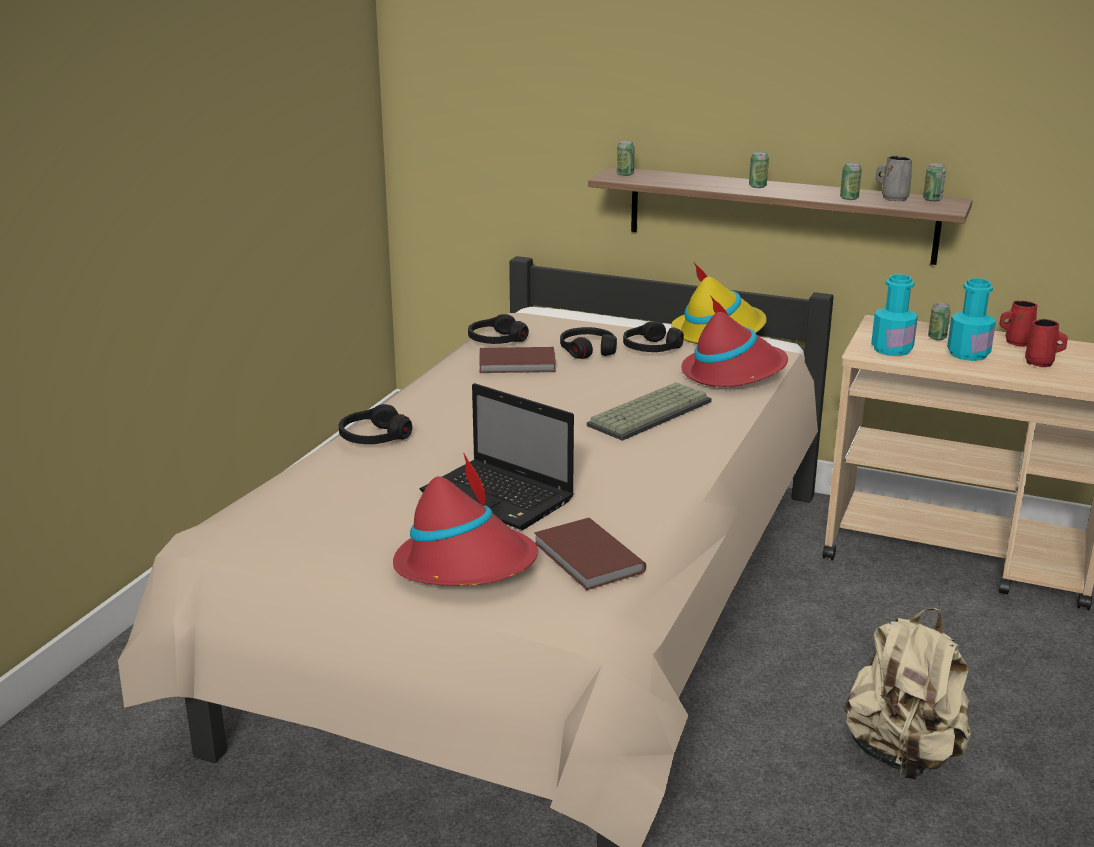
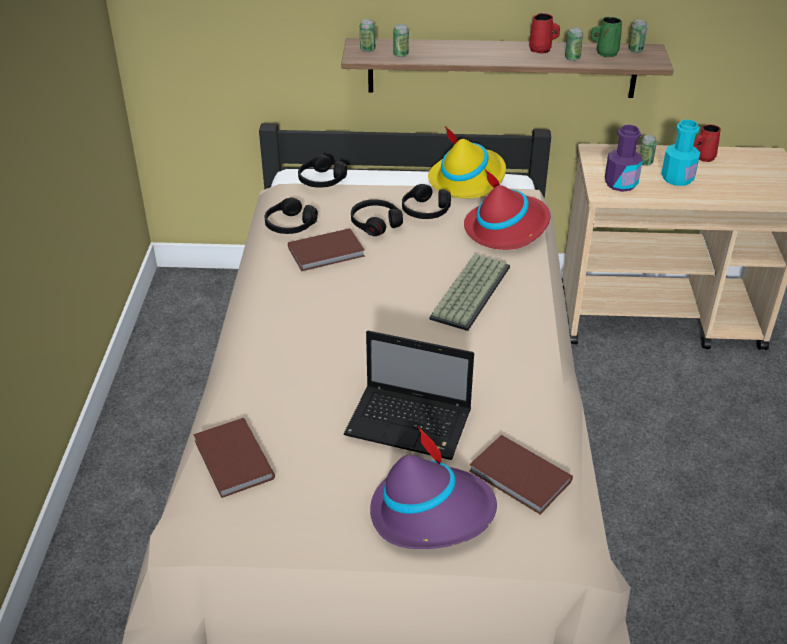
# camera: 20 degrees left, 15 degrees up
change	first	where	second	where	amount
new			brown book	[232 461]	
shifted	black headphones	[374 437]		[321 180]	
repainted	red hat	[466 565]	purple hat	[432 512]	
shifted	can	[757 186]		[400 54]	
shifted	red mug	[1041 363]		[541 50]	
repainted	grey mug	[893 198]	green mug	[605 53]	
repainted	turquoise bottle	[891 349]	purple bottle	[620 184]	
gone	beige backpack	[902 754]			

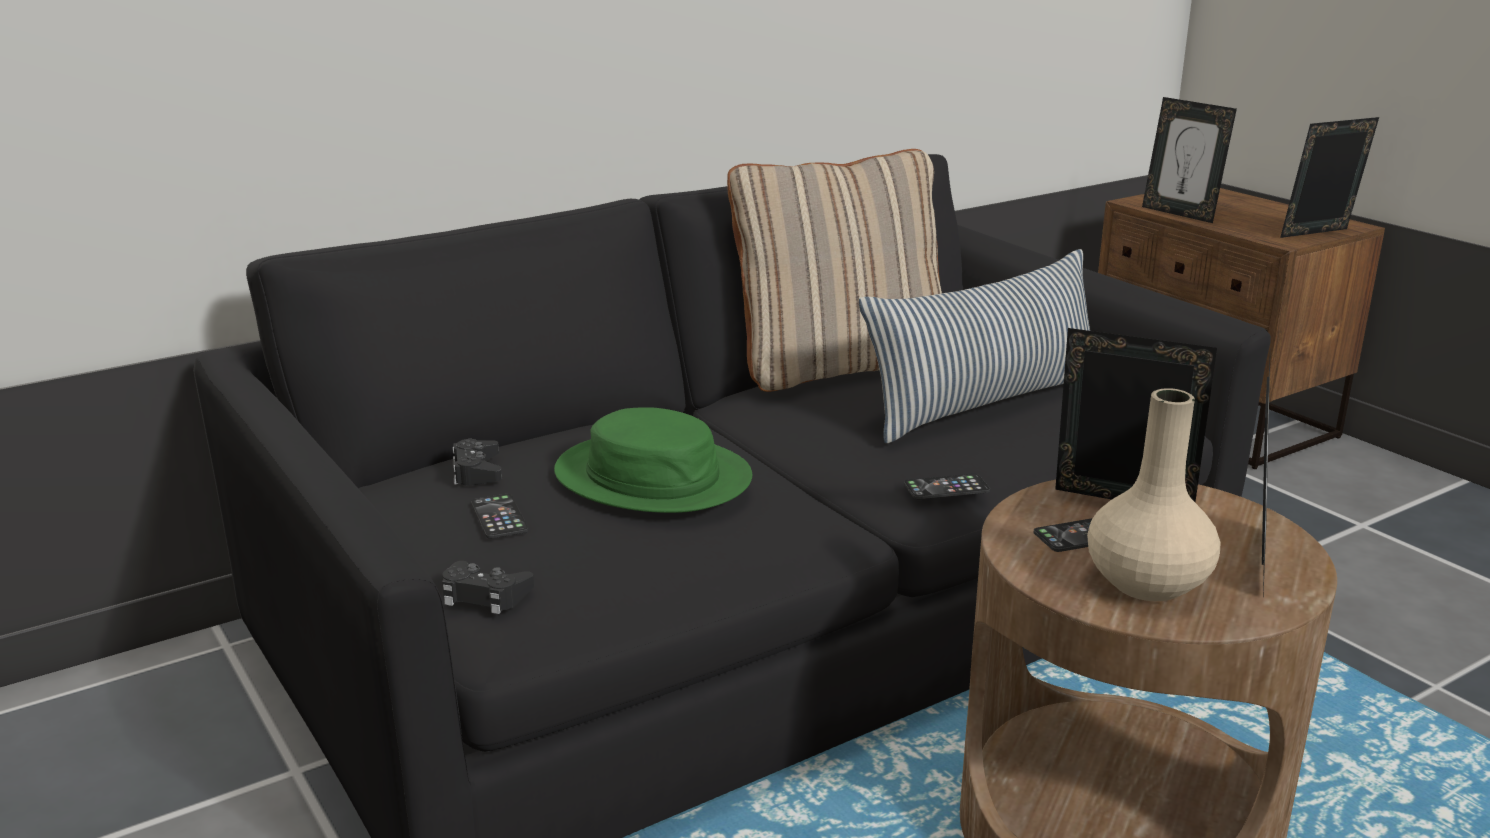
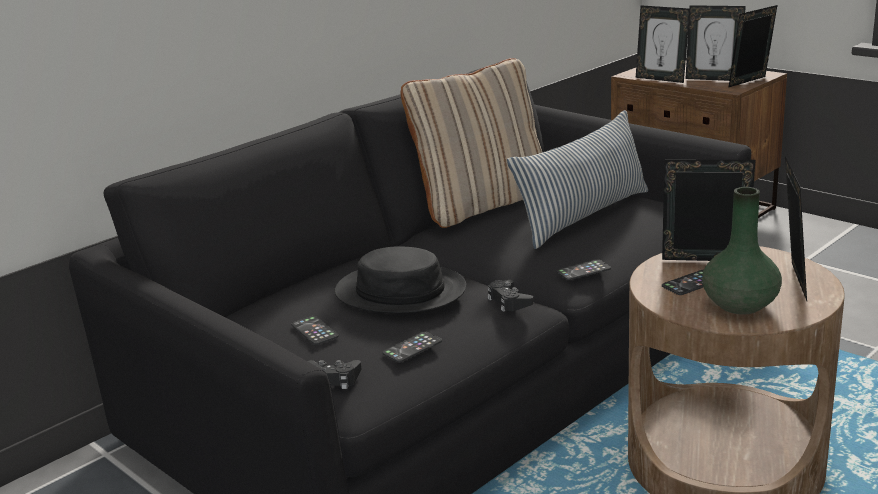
# camera: 10 degrees left, 0 degrees up
change	first	where	second	where	amount
repainted	green hat	[653 477]	black hat	[400 291]	
new			phone	[412 347]	
shifted	black game controller	[477 471]		[509 301]	
new			picture frame	[713 79]	
repainted	beige vase	[1145 584]	green vase	[739 305]	

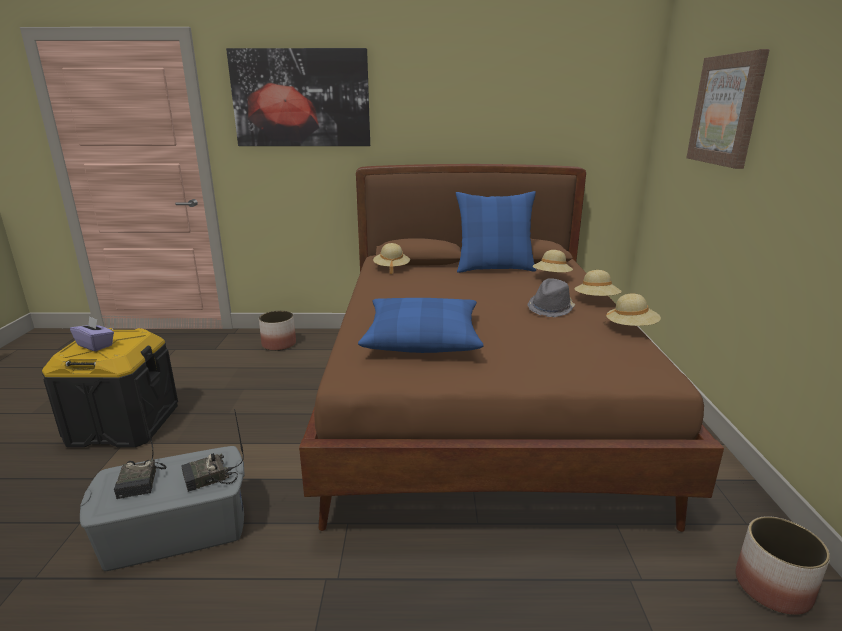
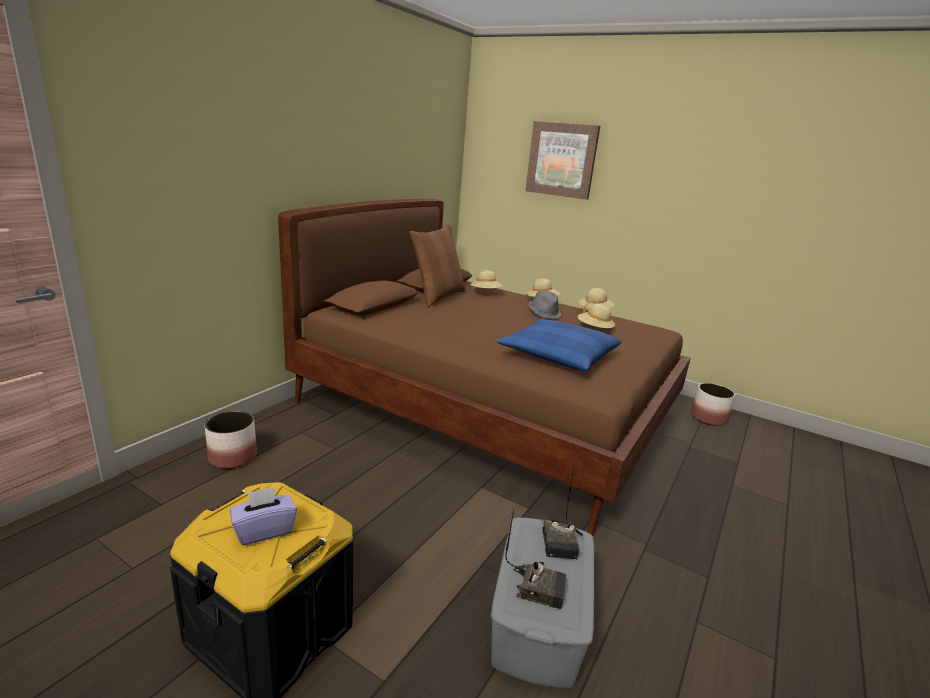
# camera: 60 degrees left, 0 degrees up
change	first	where	second	where	amount
repainted	blue pillow	[494 268]	brown pillow	[438 296]	
shifted	beige hat	[391 268]		[594 329]	
gone	picture	[301 98]			

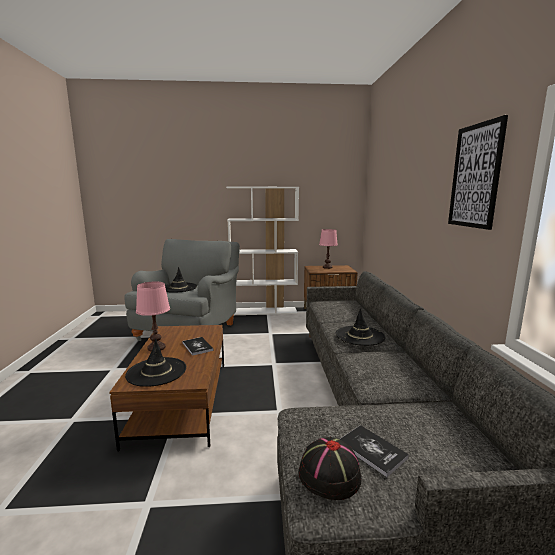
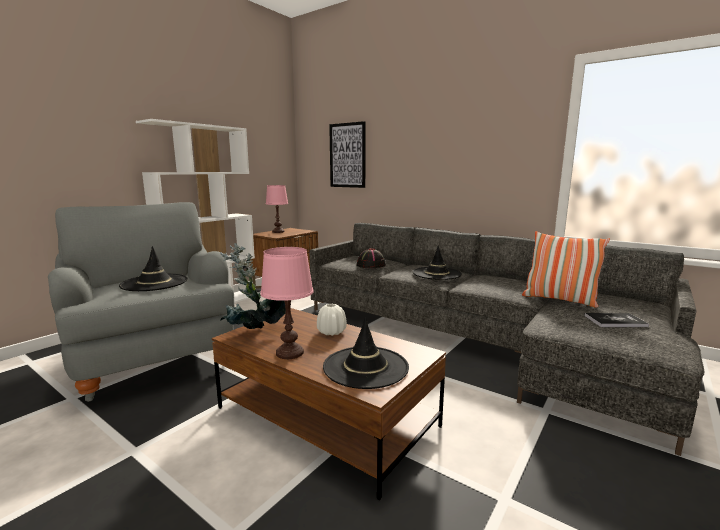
# camera: 50 degrees left, 0 degrees up
change	first	where	second	where	amount
new			potted plant	[256 332]	
swapped	book	[197 346]	white vase	[331 332]	
shifted	picture	[475 176]		[347 155]	
shifted	black hat	[329 474]		[370 265]	
new			pillow	[559 299]	

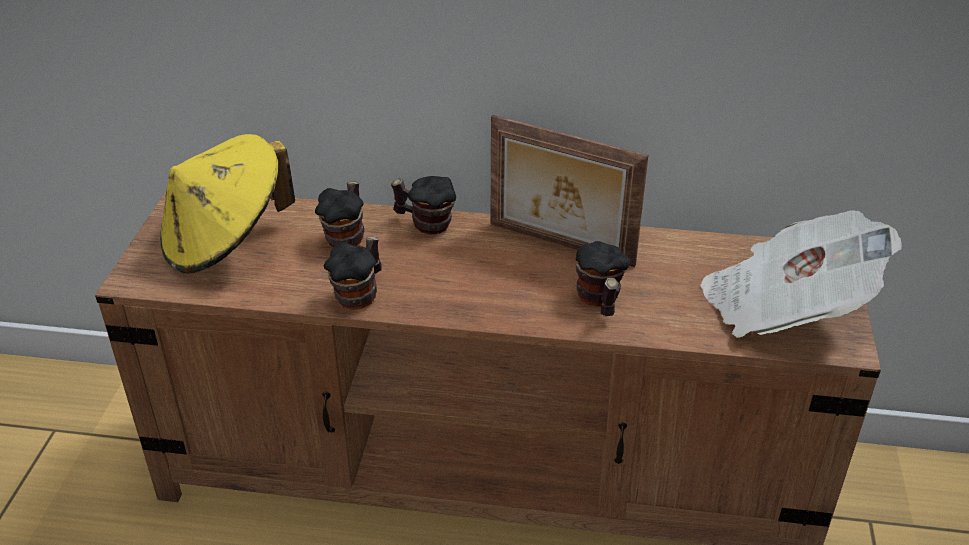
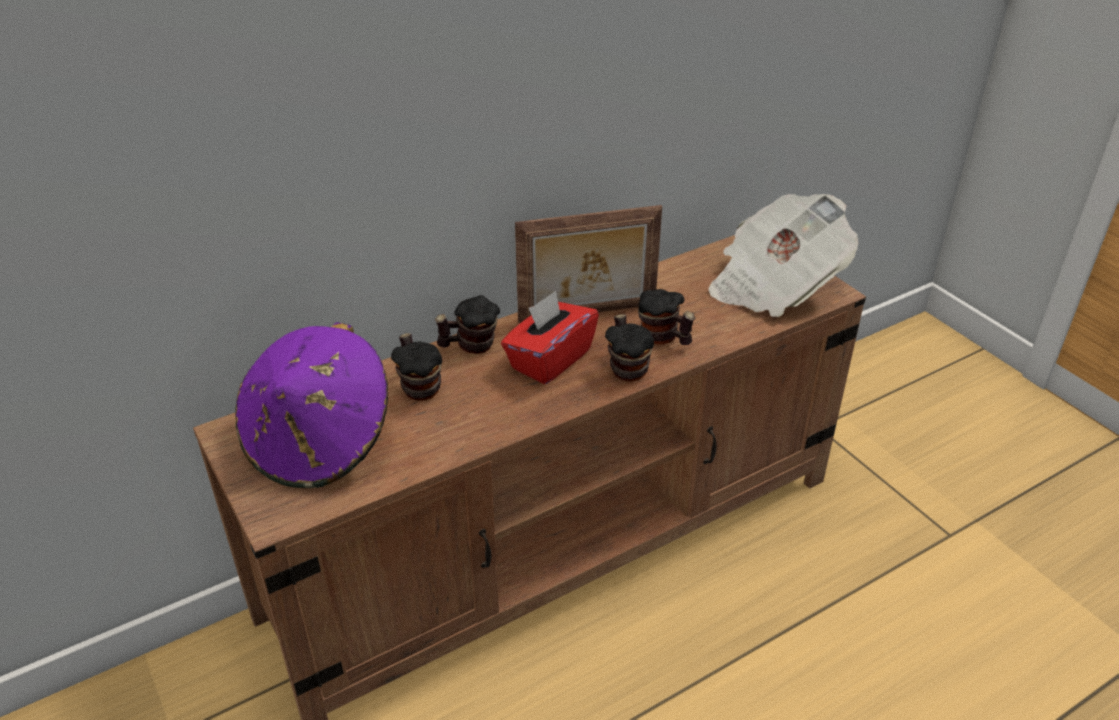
# camera: 40 degrees left, 0 degrees up
change	first	where	second	where	amount
repainted	yellow hat	[226 241]	purple hat	[320 443]	
new			red tissue box	[549 359]	
shifted	mug	[360 294]		[627 367]	

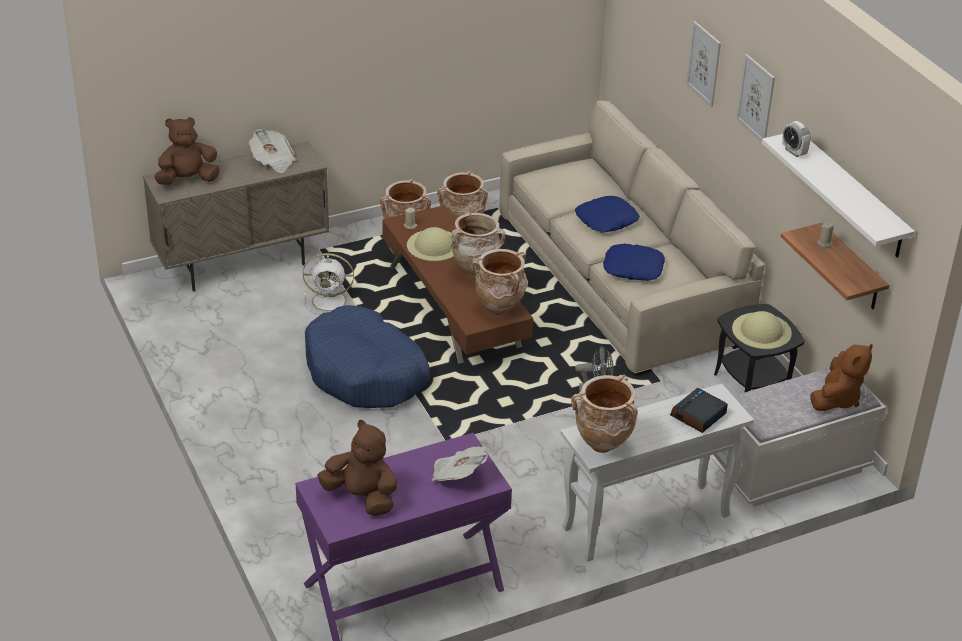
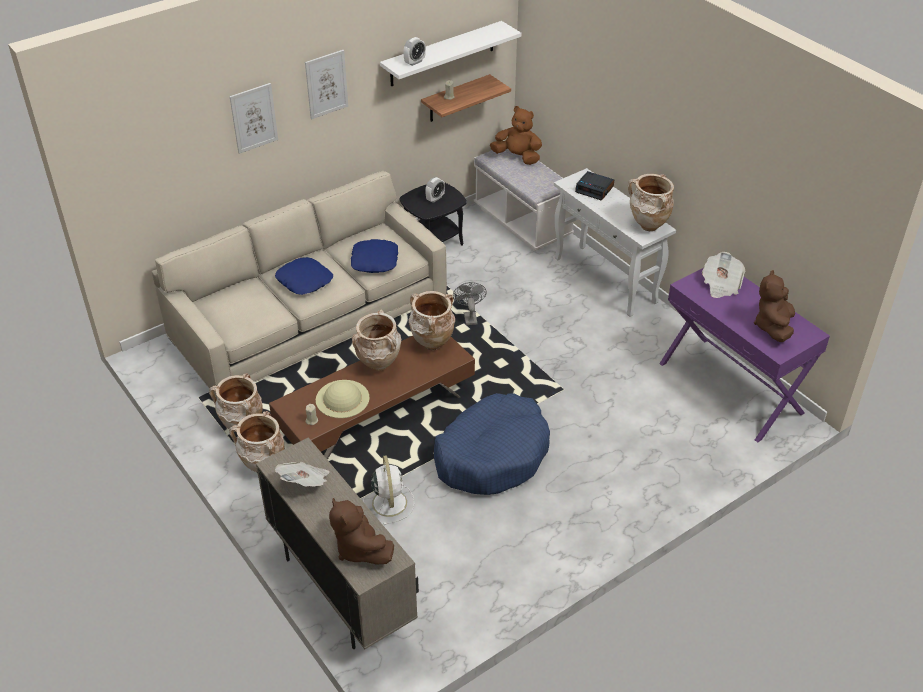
# camera: 100 degrees left, 5 degrees up
change	first	where	second	where	amount
swapped	beige hat	[761 330]	alarm clock	[435 198]	

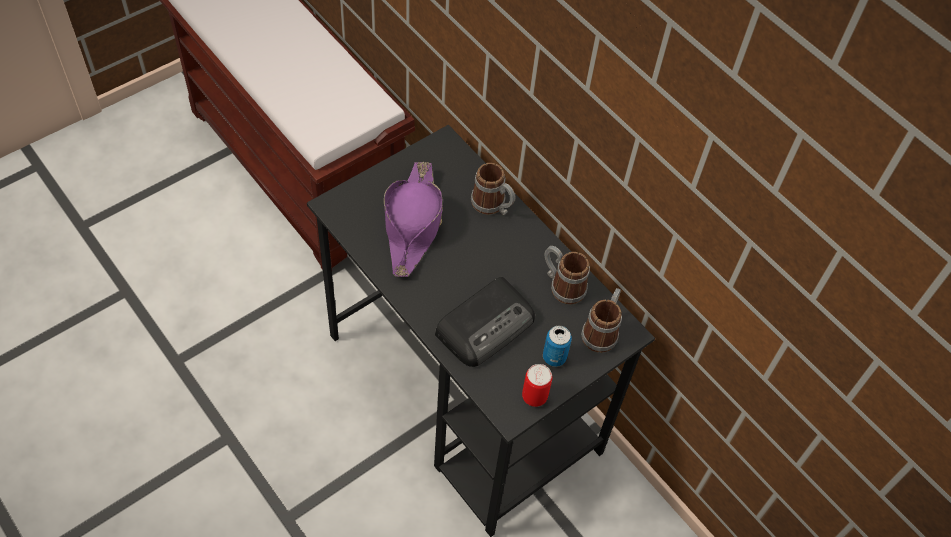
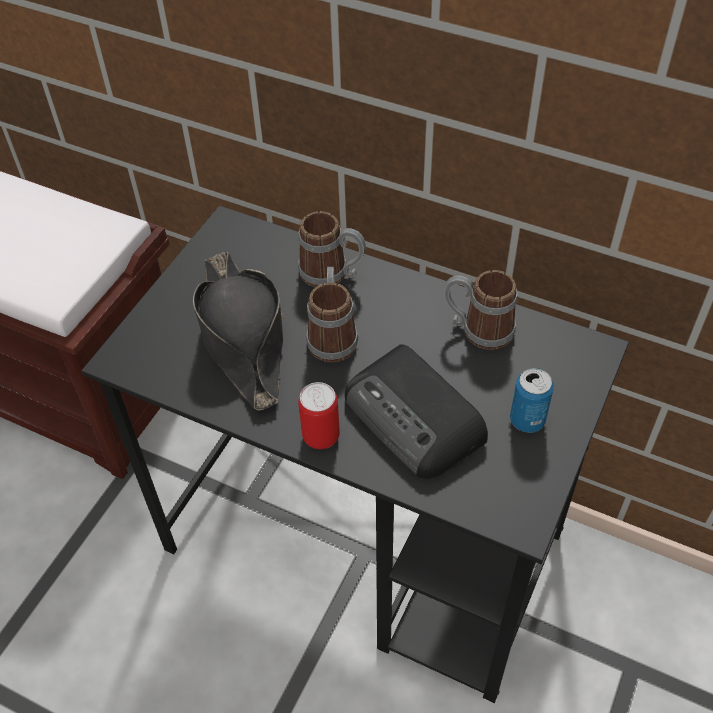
# camera: 20 degrees left, 5 degrees down
change	first	where	second	where	amount
repainted	purple hat	[412 224]	black hat	[242 337]	
shifted	can	[534 396]		[321 436]	
shifted	mug	[602 331]		[332 334]	
rotated	radio	[486 325]		[415 419]	120 degrees clockwise

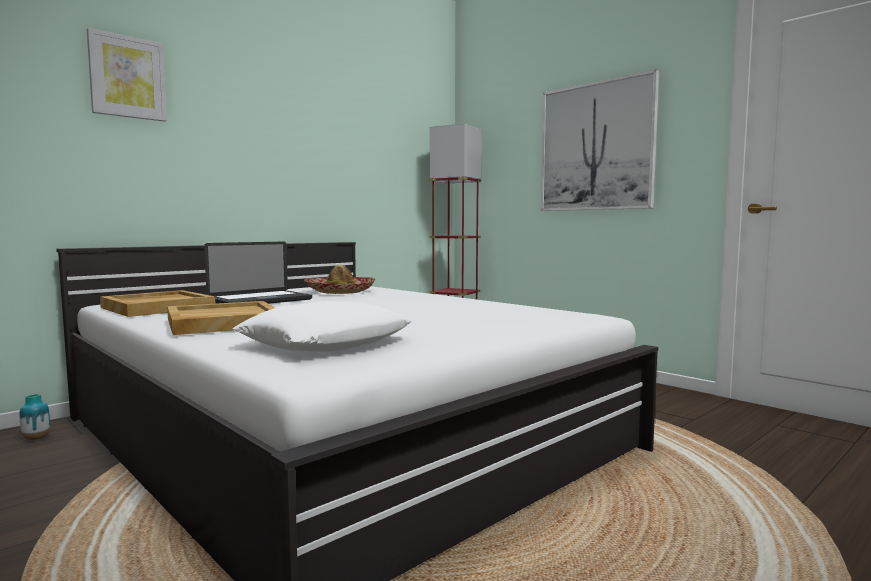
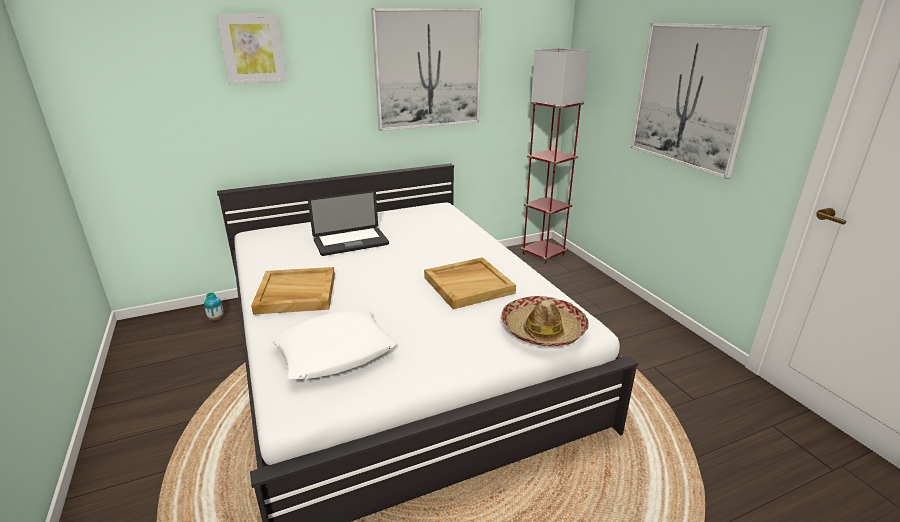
# camera: 20 degrees right, 20 degrees up
change	first	where	second	where	amount
new			picture	[428 69]	
shifted	beige tray	[158 307]		[469 285]	
shifted	hat	[340 291]		[542 330]	

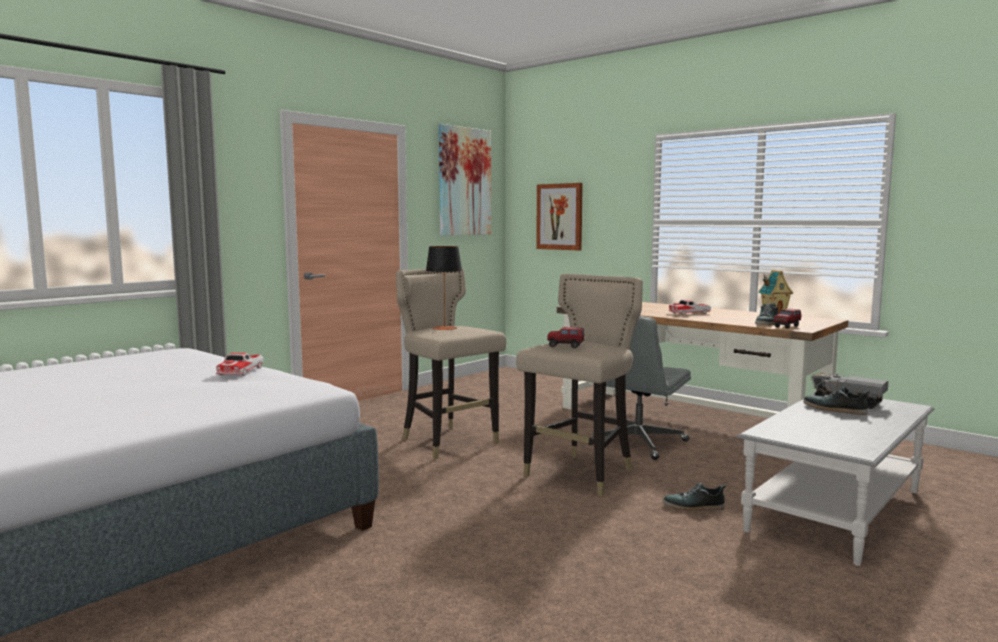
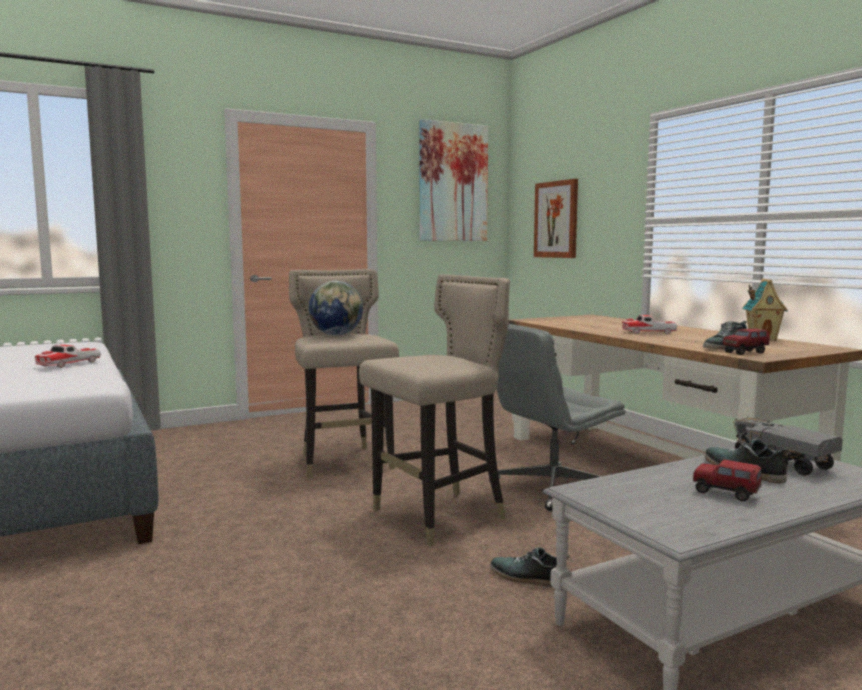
# camera: 20 degrees right, 0 degrees up
change	first	where	second	where	amount
swapped	table lamp	[444 328]	globe	[336 335]	
shifted	toy truck	[565 346]		[725 494]	

